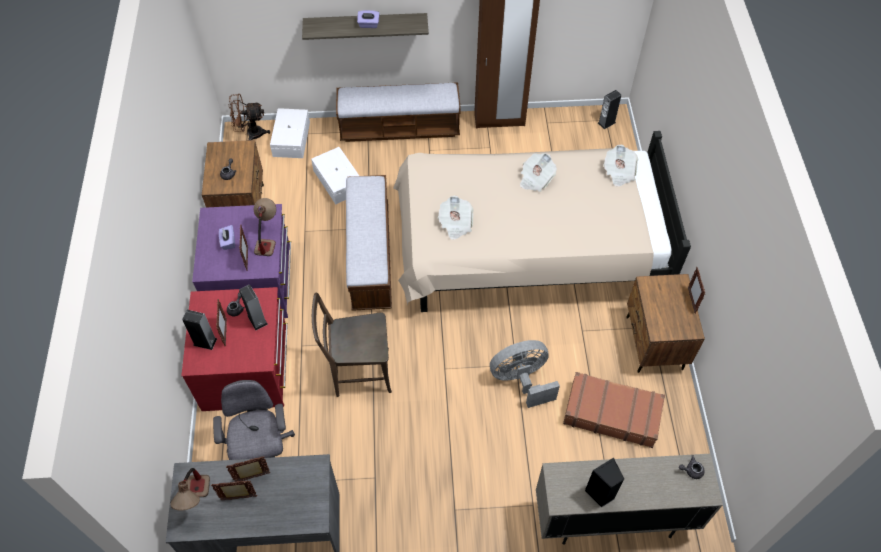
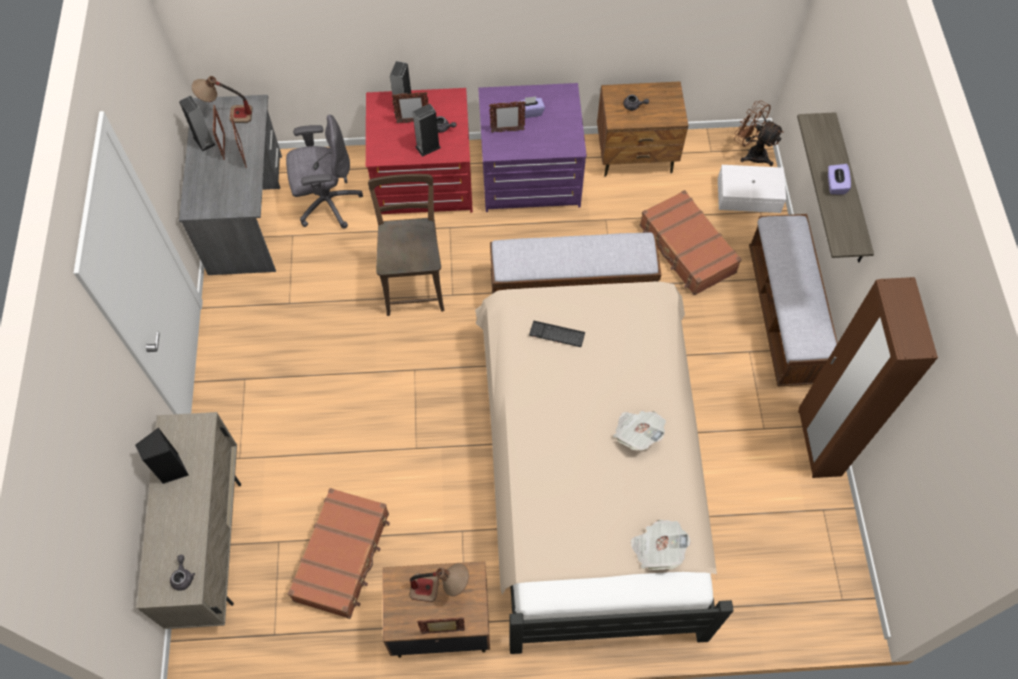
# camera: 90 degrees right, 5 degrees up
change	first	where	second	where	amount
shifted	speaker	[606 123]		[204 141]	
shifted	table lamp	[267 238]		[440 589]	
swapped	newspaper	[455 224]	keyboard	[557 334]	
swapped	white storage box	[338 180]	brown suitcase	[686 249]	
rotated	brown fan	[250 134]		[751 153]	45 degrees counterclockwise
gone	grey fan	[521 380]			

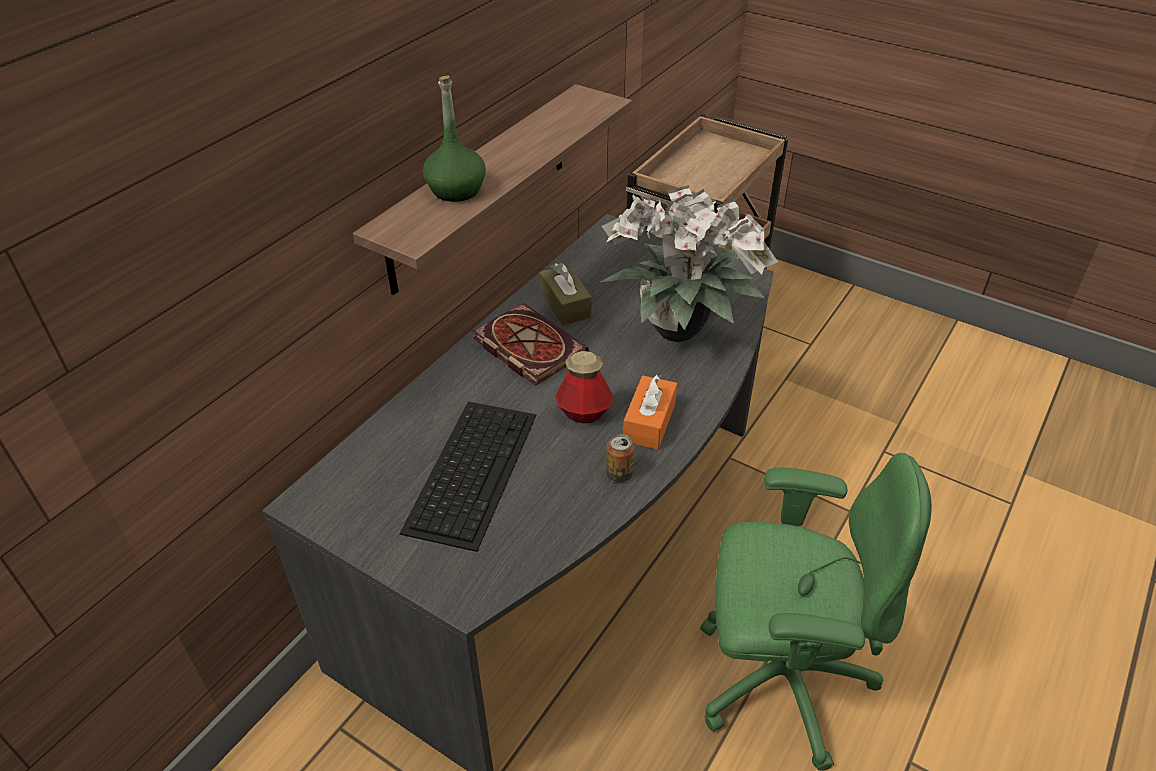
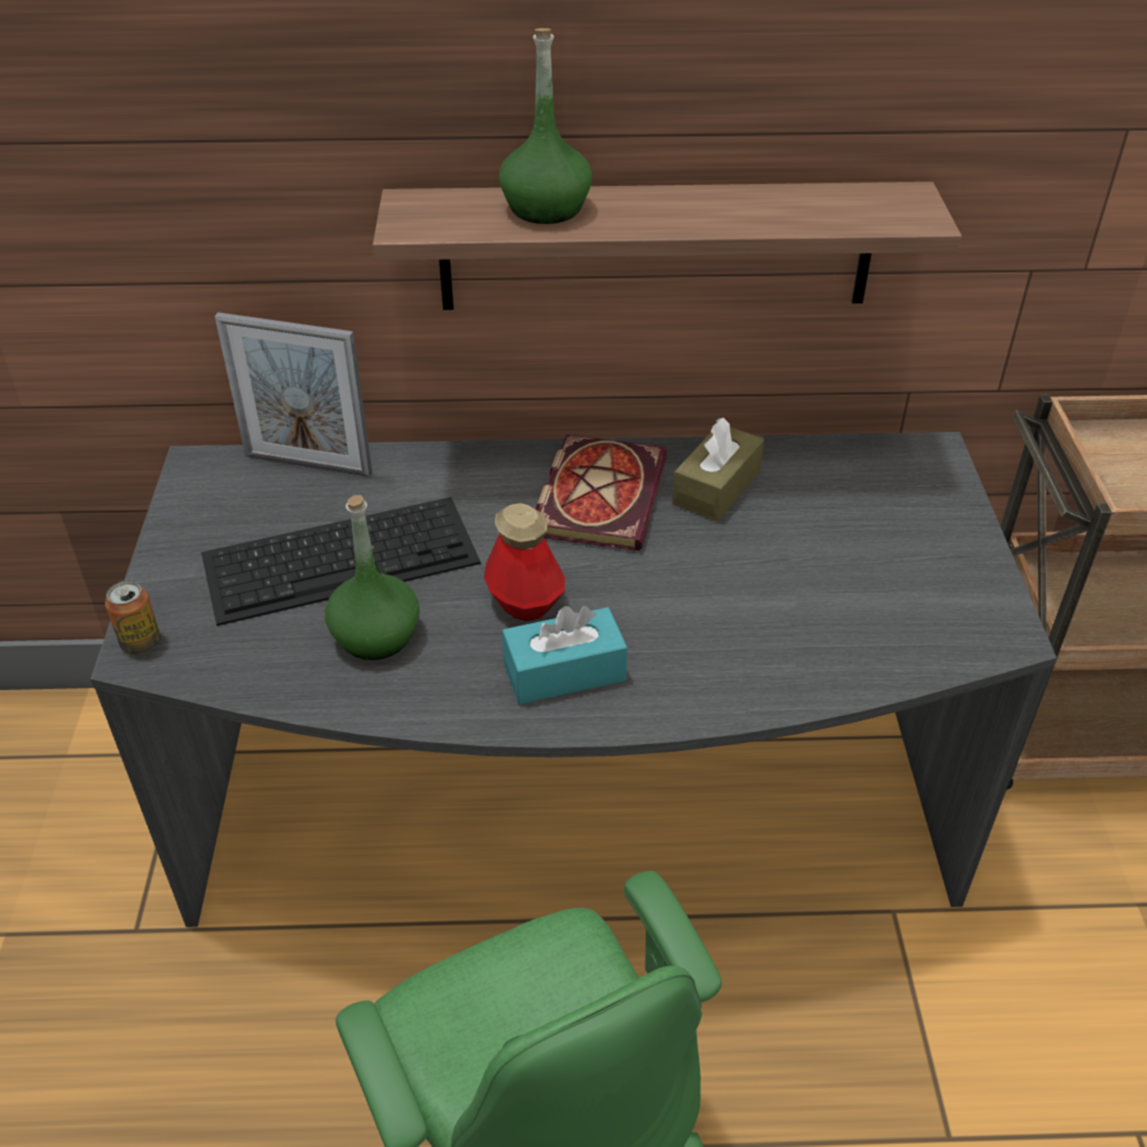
# camera: 55 degrees right, 0 degrees up
change	first	where	second	where	amount
shifted	can	[619 474]		[141 643]	
new			picture frame	[308 465]	
new			green bottle	[375 636]	
repainted	orange tissue box	[649 422]	turquoise tissue box	[564 672]	
gone	potted plant	[681 333]			

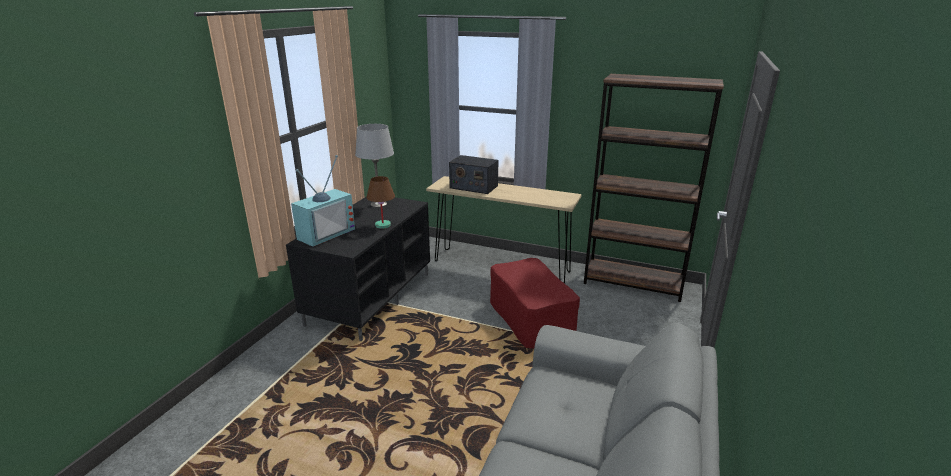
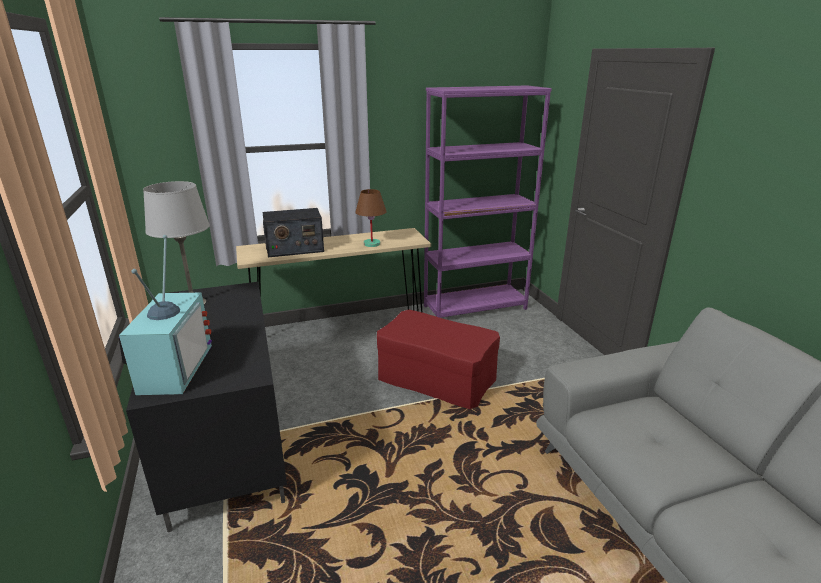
# camera: 40 degrees left, 0 degrees up
change	first	where	second	where	amount
shifted	brown table lamp	[383 225]		[372 244]	
repainted	brown bookcase	[633 283]	purple bookcase	[475 307]	

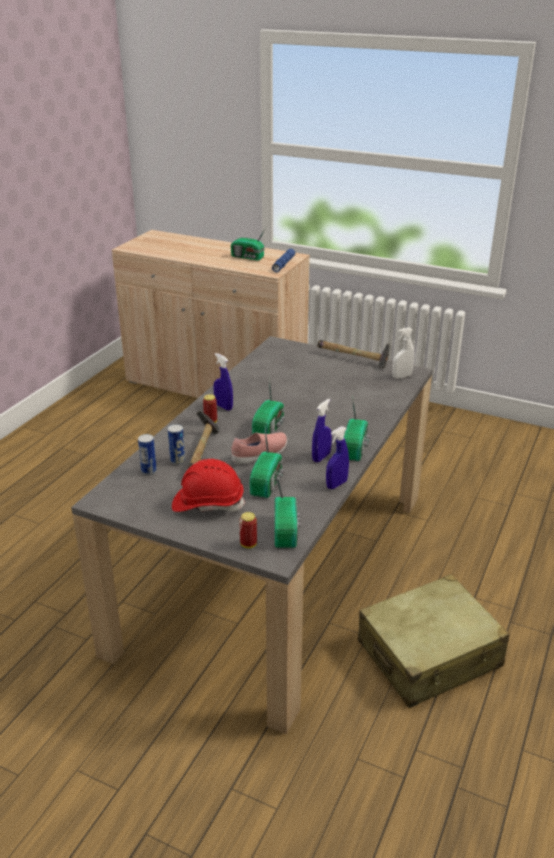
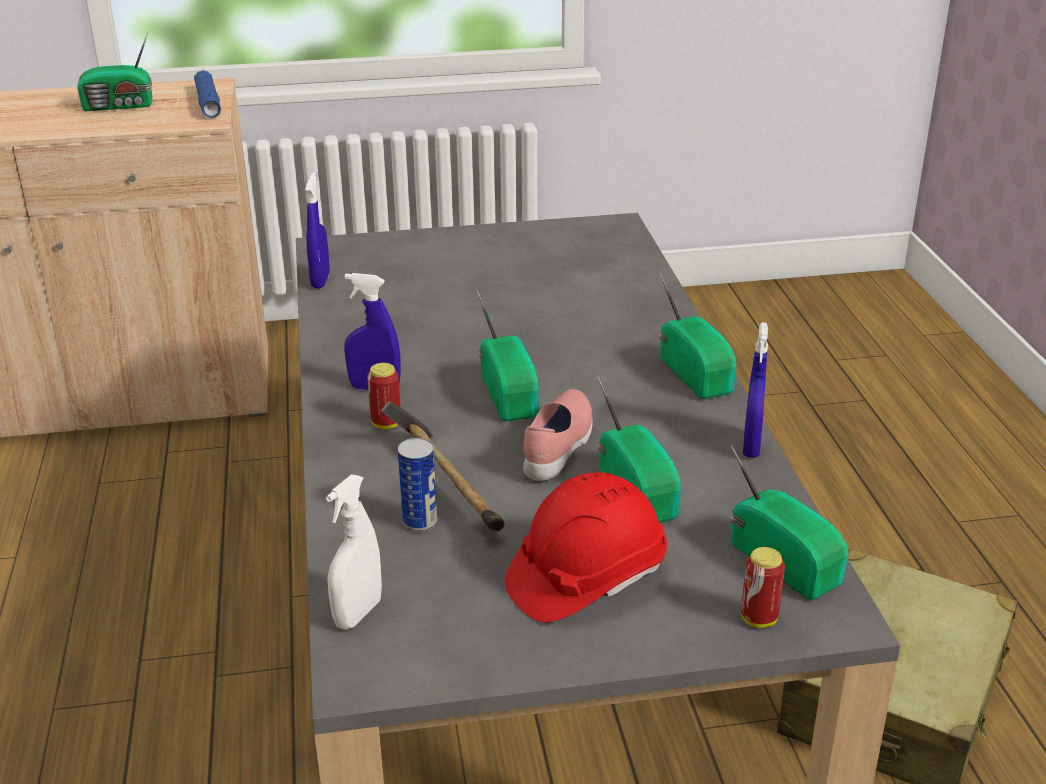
# camera: 35 degrees left, 0 degrees up
change	first	where	second	where	amount
shifted	blue spray bottle	[321 457]		[320 280]	
shifted	white spray bottle	[401 376]		[358 613]	
gone	can	[149 471]			
gone	hammer	[354 359]			

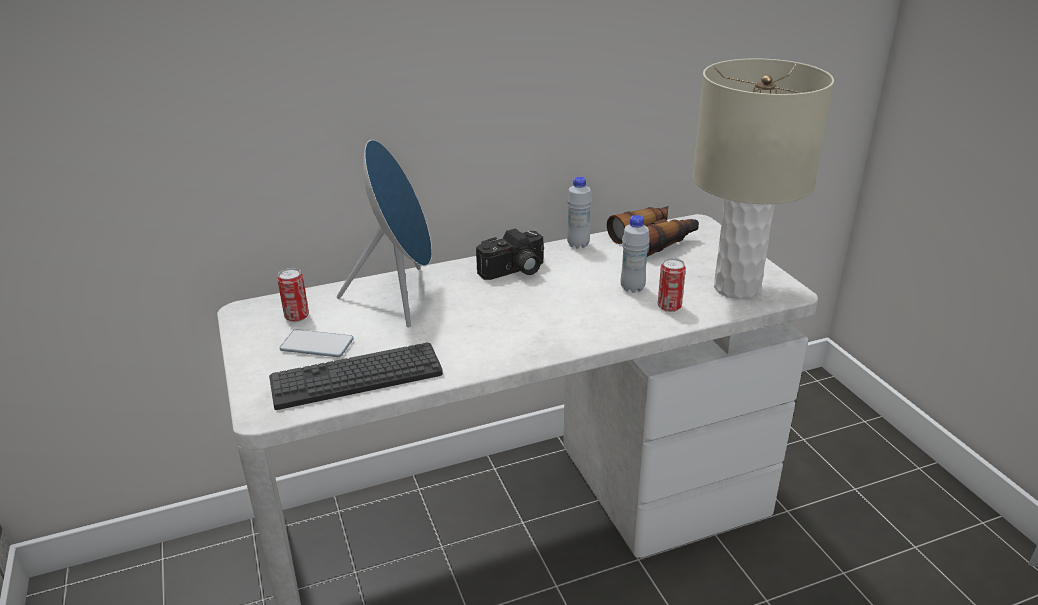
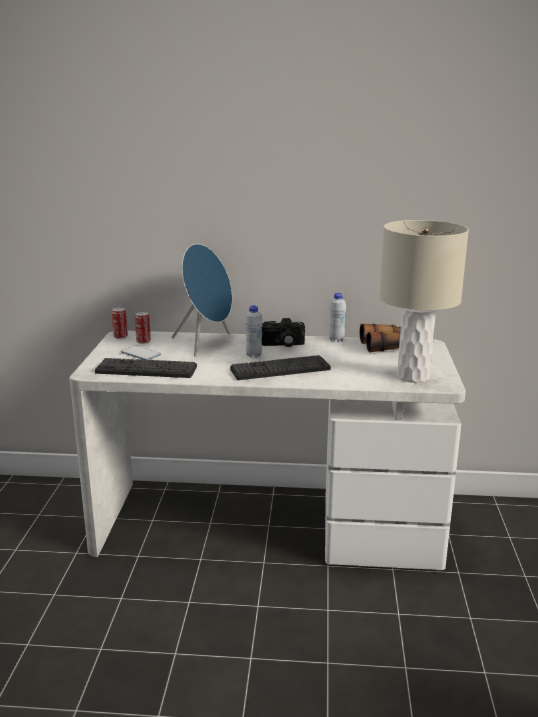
# camera: 25 degrees right, 10 degrees down
change	first	where	second	where	amount
shifted	can	[669 306]		[120 337]	
new			keyboard	[280 369]	
shifted	white bottle	[632 288]		[254 355]	

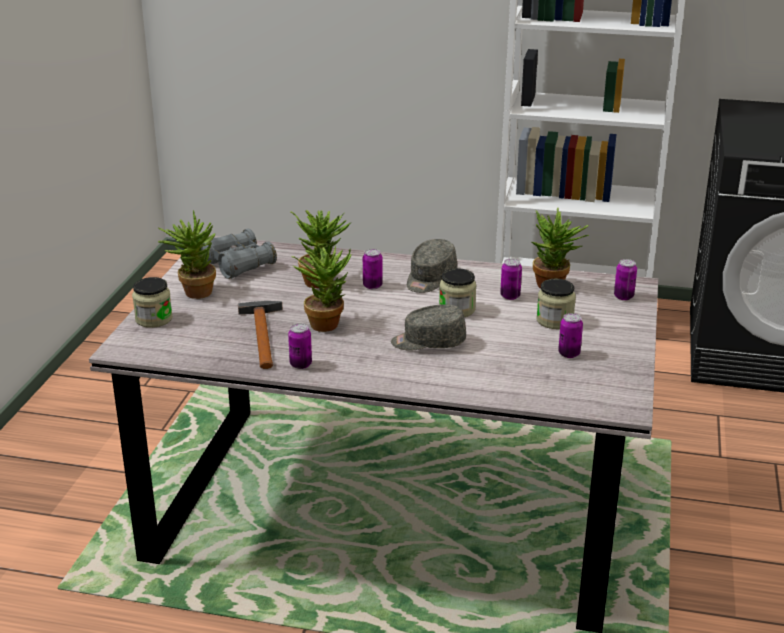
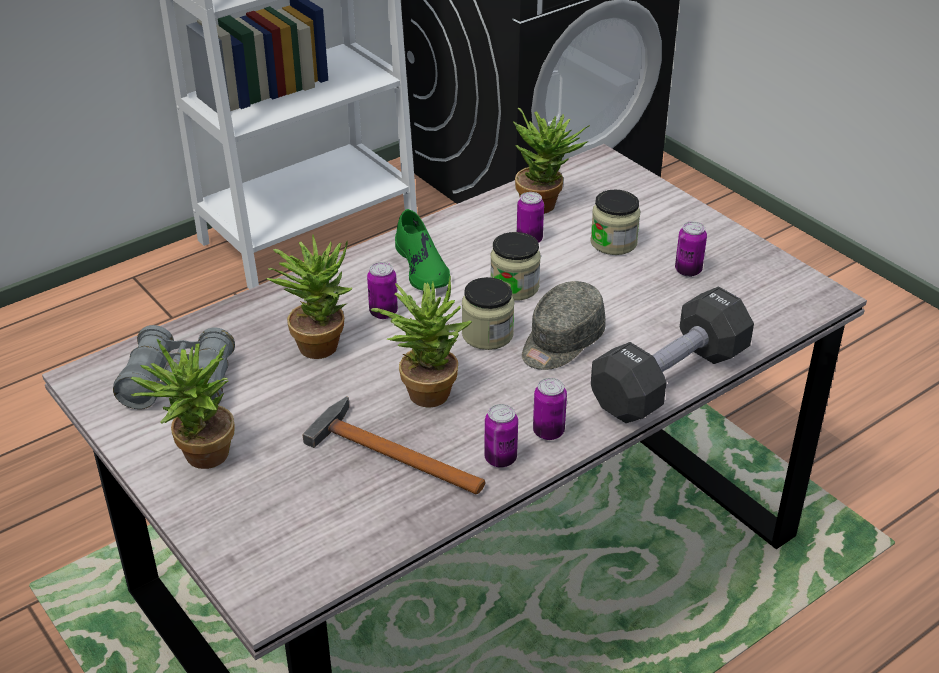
# camera: 50 degrees left, 10 degrees up
change	first	where	second	where	amount
swapped	grey cap	[430 279]	green shoe	[422 267]	
shifted	jar	[154 319]		[487 334]	
shifted	can	[623 297]		[548 432]	
new			black dumbbell	[669 379]	

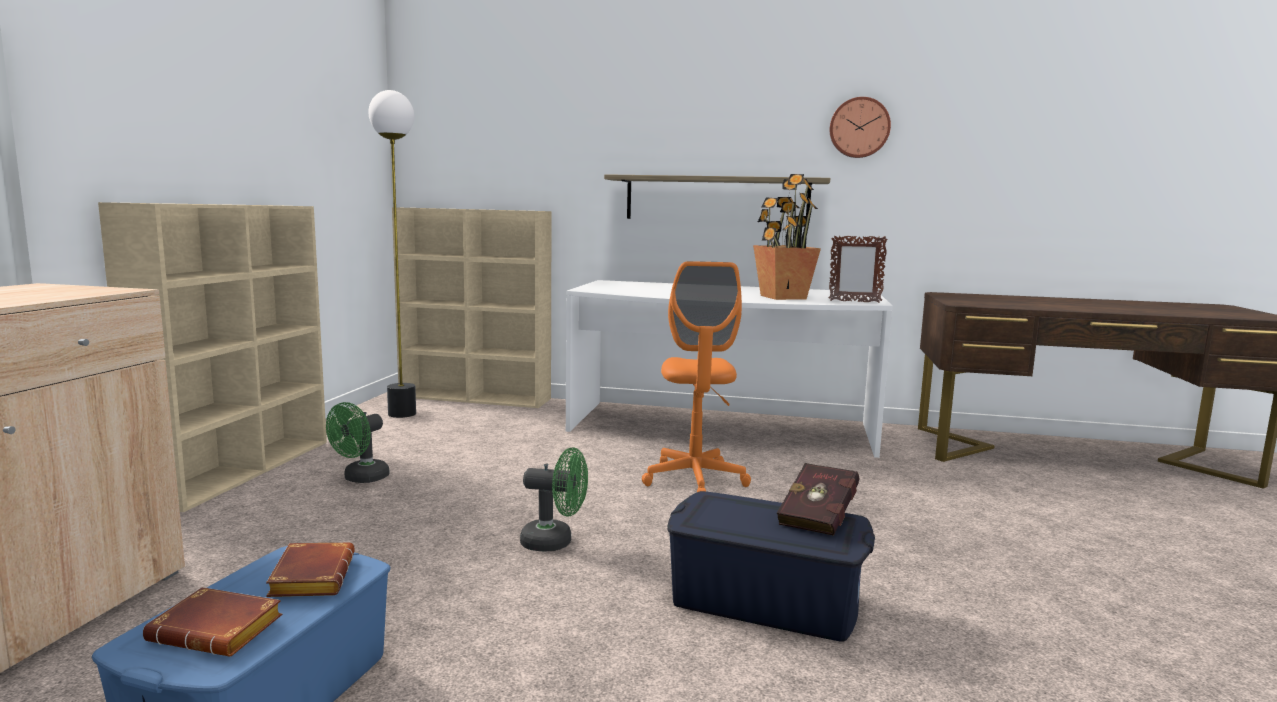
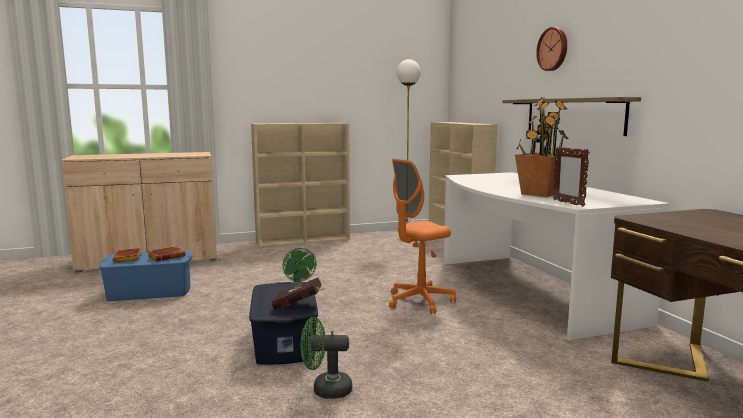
# camera: 60 degrees right, 0 degrees up
change	first	where	second	where	amount
shifted	green fan	[361 479]		[325 390]	
shifted	wall clock	[859 128]		[553 49]	

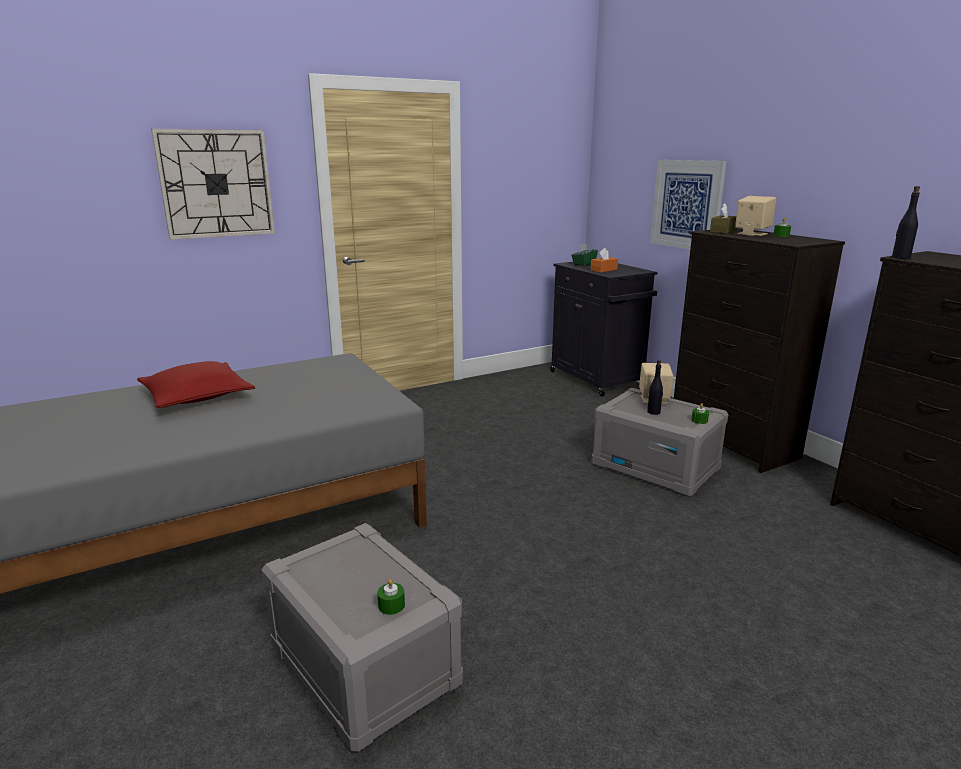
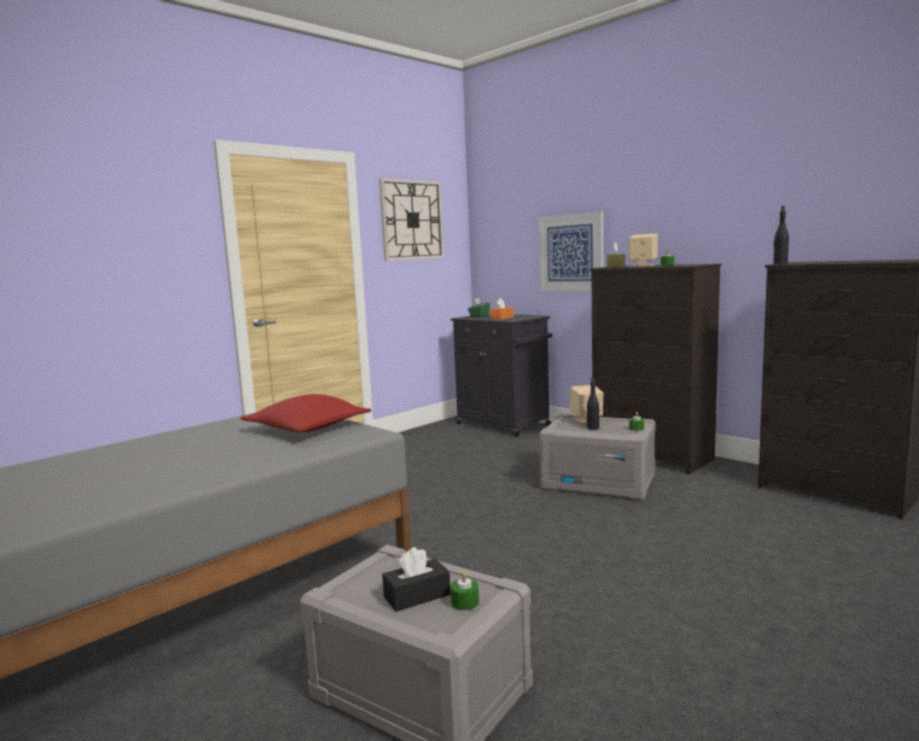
# camera: 15 degrees left, 10 degrees down
change	first	where	second	where	amount
shifted	red pillow	[197 396]		[307 428]	
shifted	wall clock	[216 184]		[412 220]	
new			black tissue box	[417 596]	

